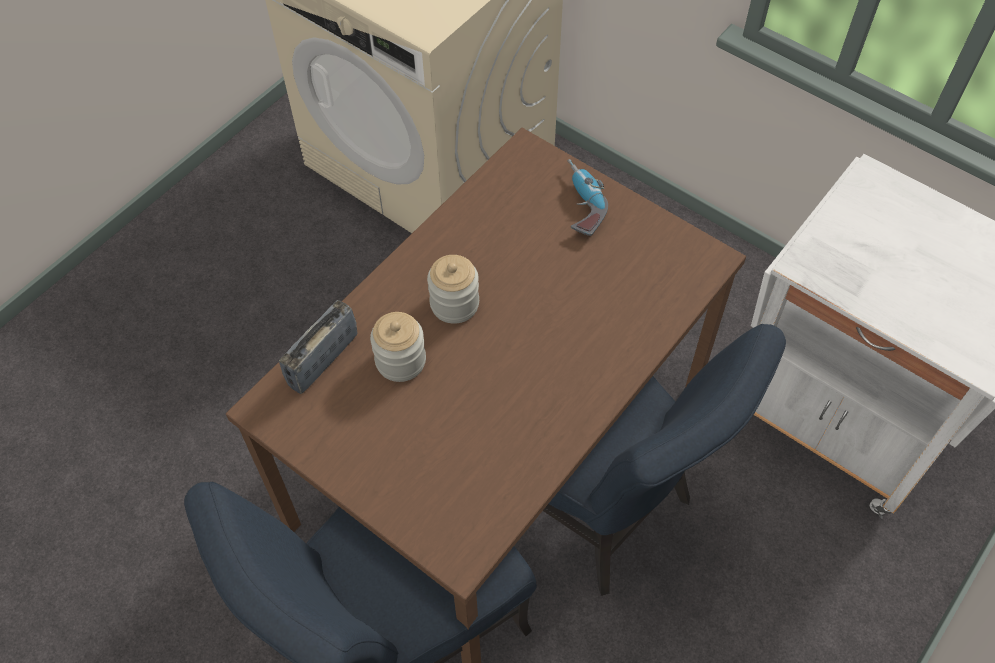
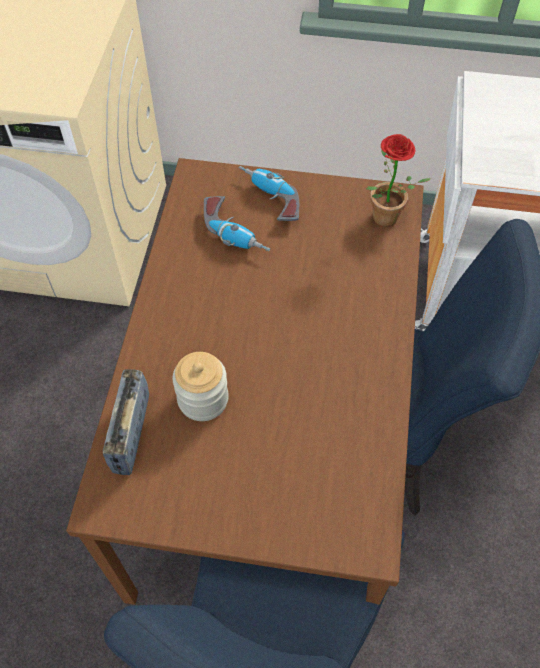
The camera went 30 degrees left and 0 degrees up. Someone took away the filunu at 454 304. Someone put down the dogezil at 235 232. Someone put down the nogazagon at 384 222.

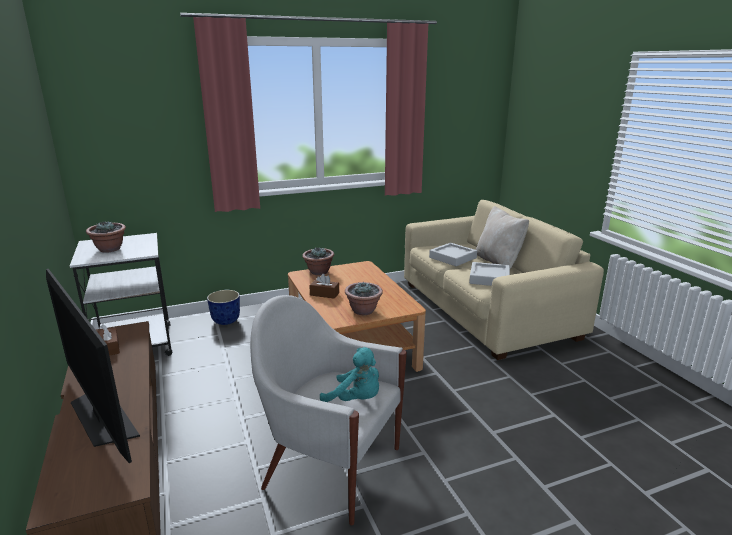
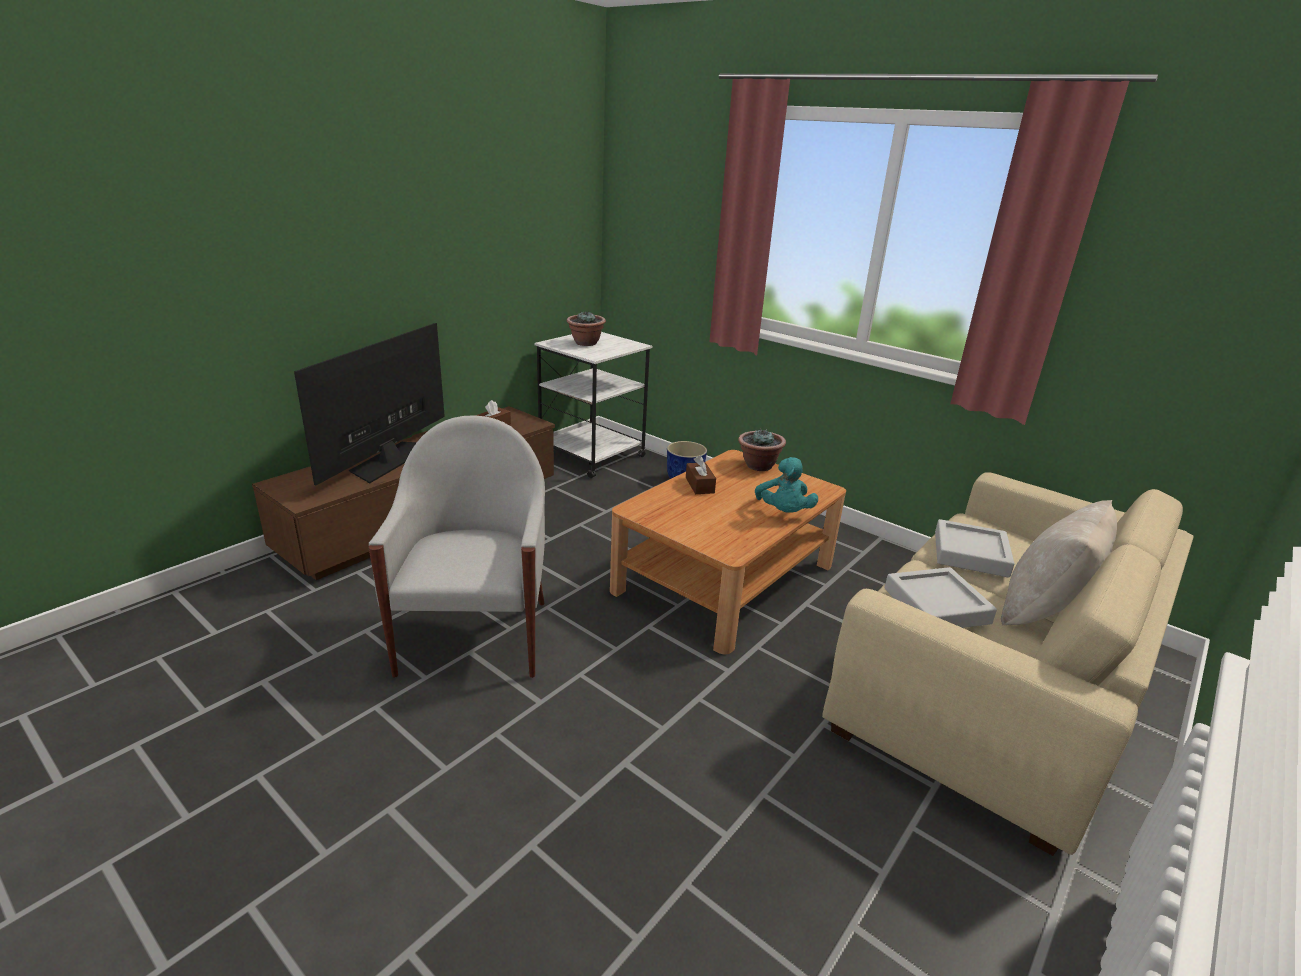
The camera went 60 degrees right and 5 degrees up. Someone carried the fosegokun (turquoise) from 355 399 to 783 513. Someone took away the nogazagon at 363 311.

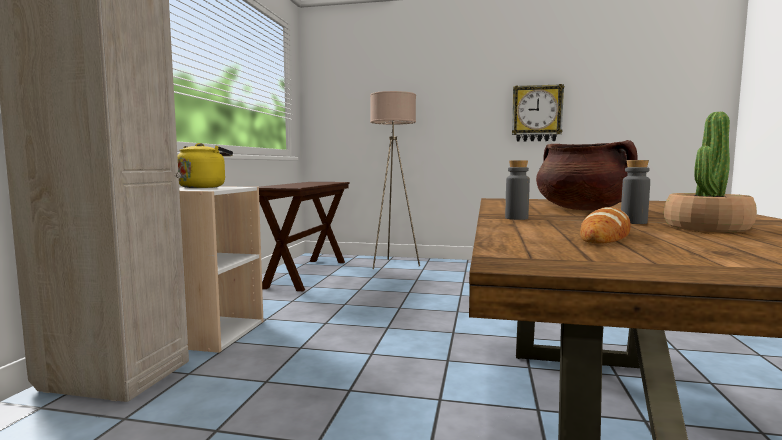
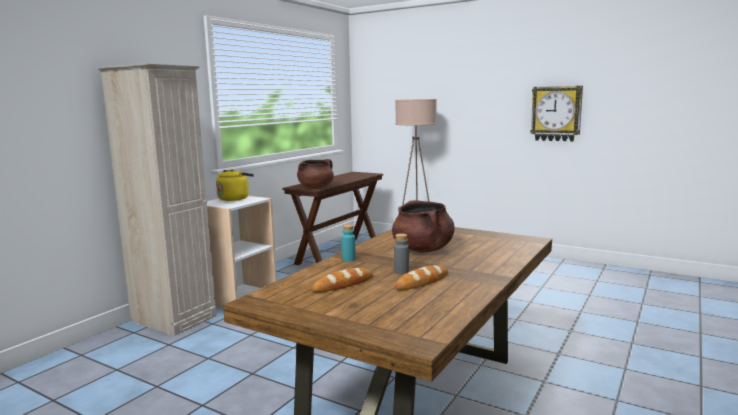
The camera went 20 degrees right and 5 degrees up. Someone repainted the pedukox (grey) at 516 218, which became the pedukox (turquoise) at 348 259. Someone swapped the nogazagon at 706 228 for the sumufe at 422 282. Someone put down the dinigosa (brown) at 316 187.

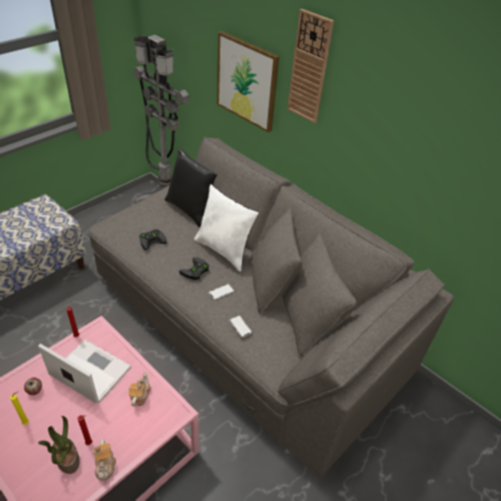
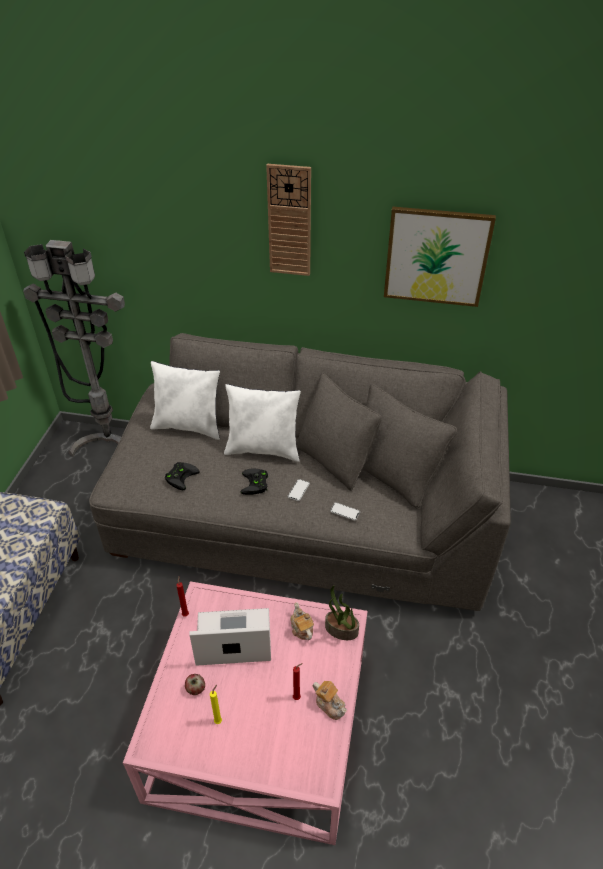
The camera went 30 degrees left and 0 degrees up. Someone carried the nogazagon from 66 458 to 341 630. Someone repainted the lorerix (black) at 190 210, which became the lorerix (white) at 189 426. Someone carried the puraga from 247 81 to 436 256.

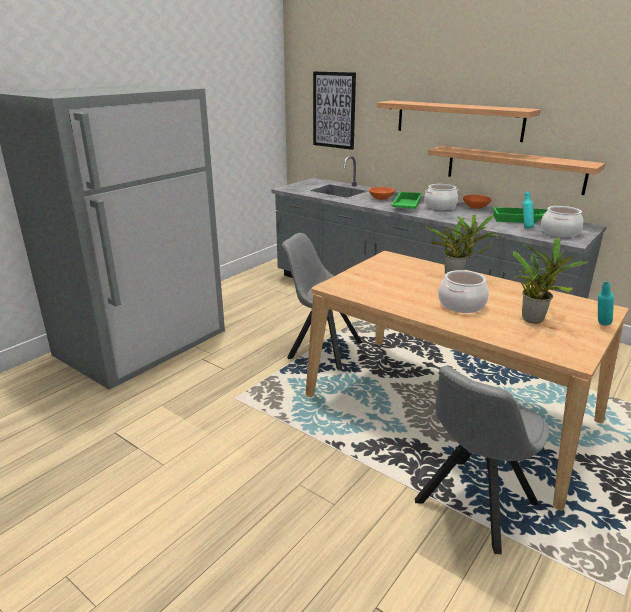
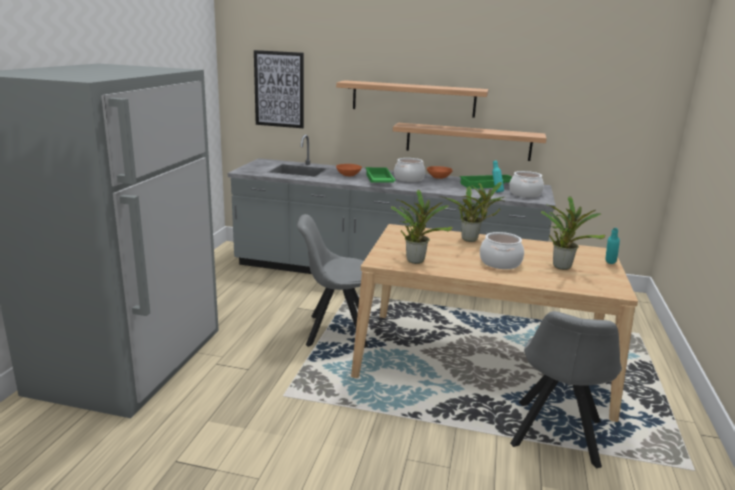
The camera went 25 degrees left and 5 degrees down. Someone put down the nogazagon at 415 260.

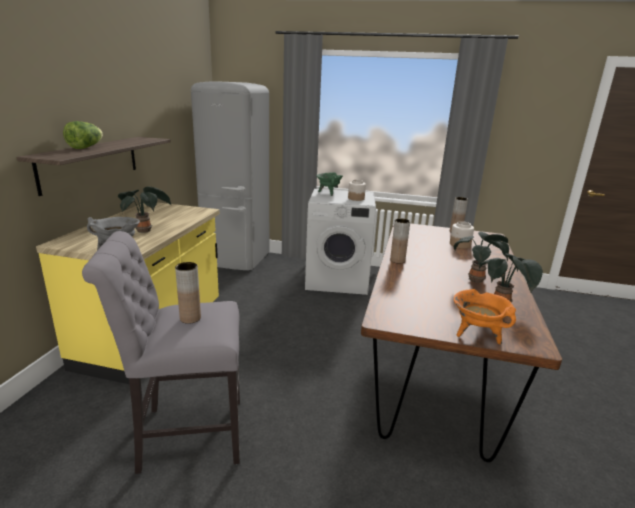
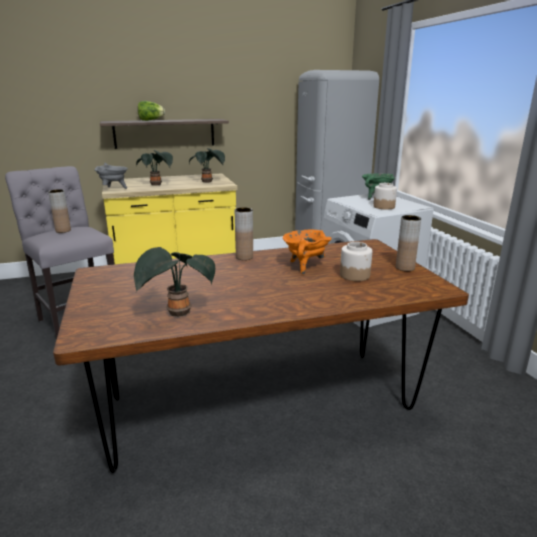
The camera went 60 degrees right and 0 degrees up. Someone carried the nogazagon from 477 279 to 208 182. Someone carried the dinigosa (orange) from 477 334 to 305 267.

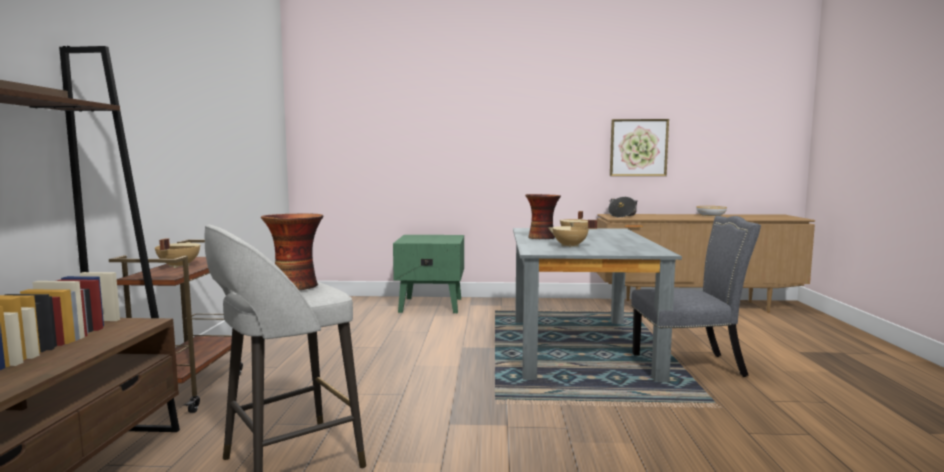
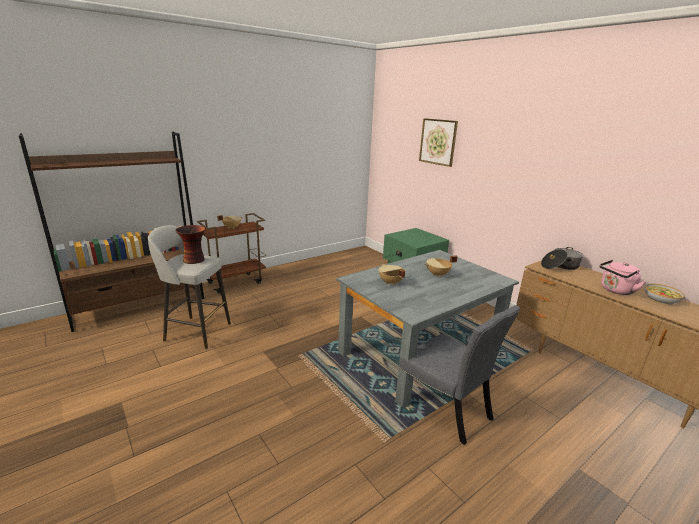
The camera went 50 degrees right and 15 degrees up. Someone took away the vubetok at 542 238. Someone carried the puraga from 638 147 to 438 142. Someone put down the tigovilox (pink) at 615 290.

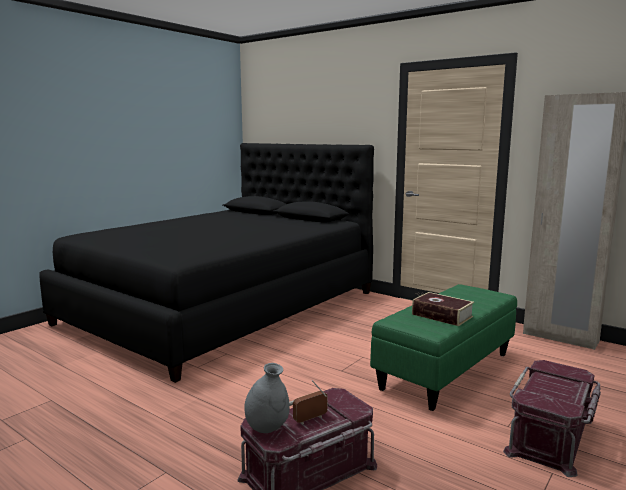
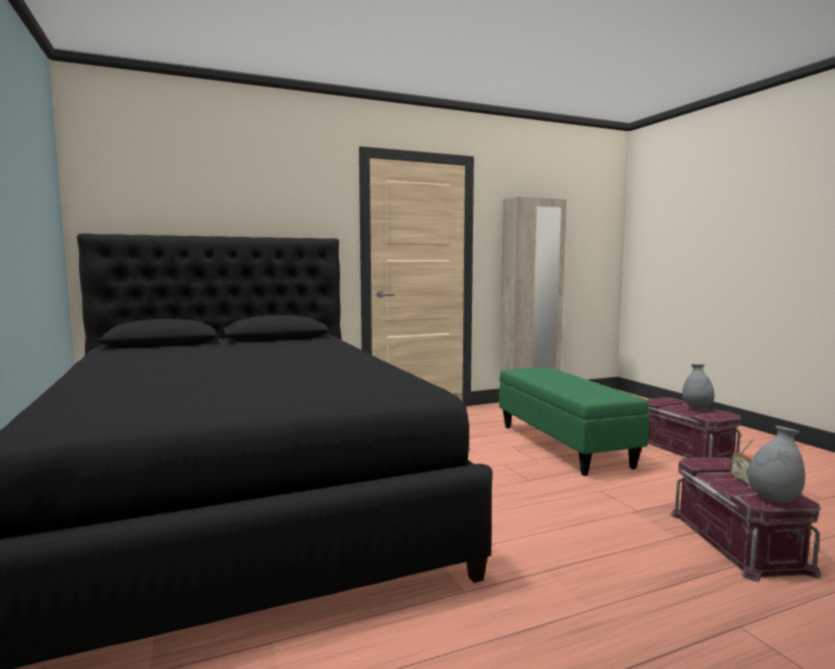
The camera went 60 degrees left and 5 degrees down. Someone took away the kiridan at 442 315. Someone put down the vubetok (grey) at 697 408.

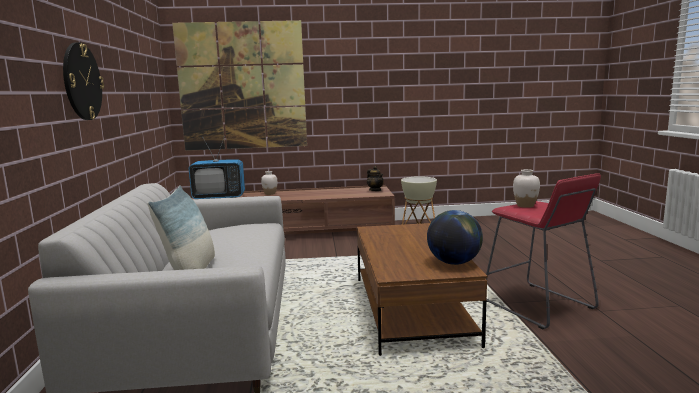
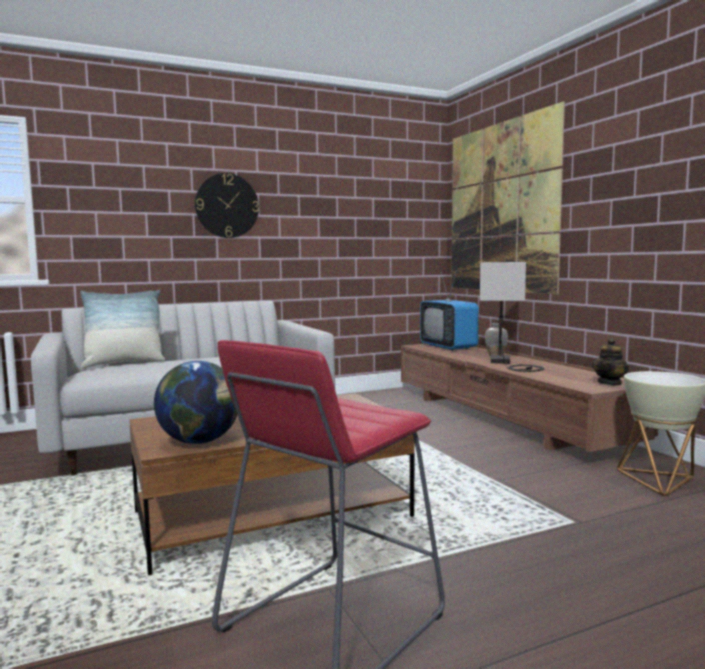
The camera went 70 degrees right and 5 degrees down. Someone took away the vubetok (white) at 525 205. Someone put down the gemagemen at 509 364.

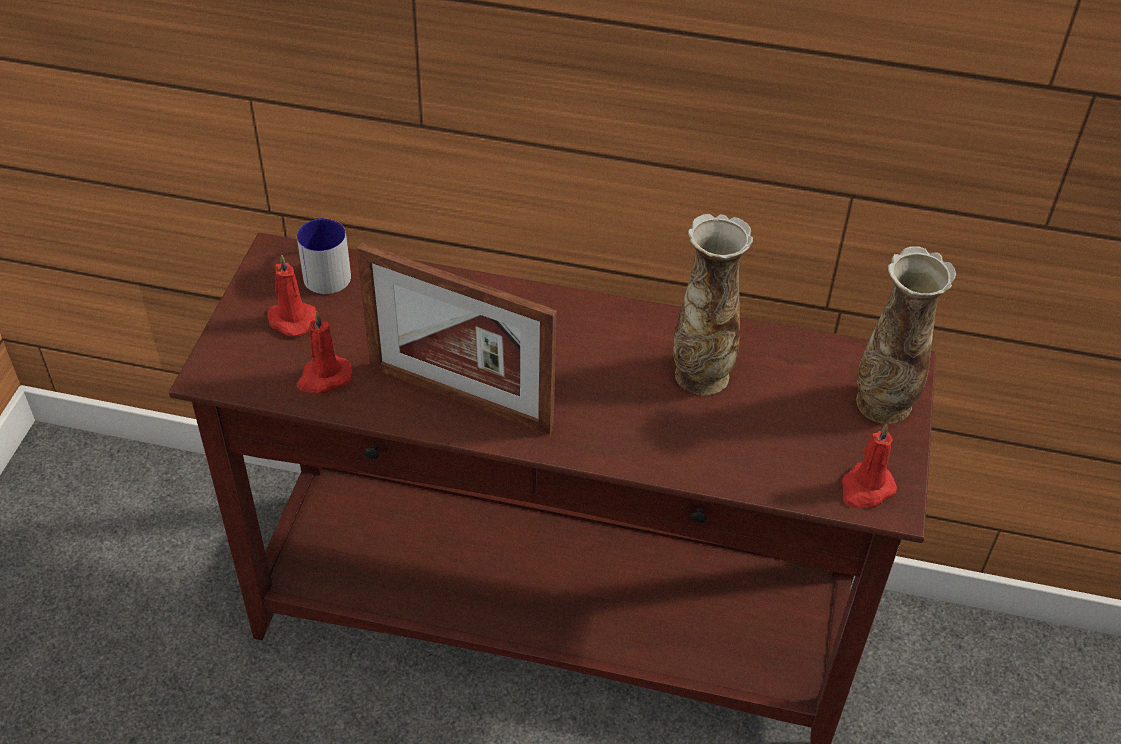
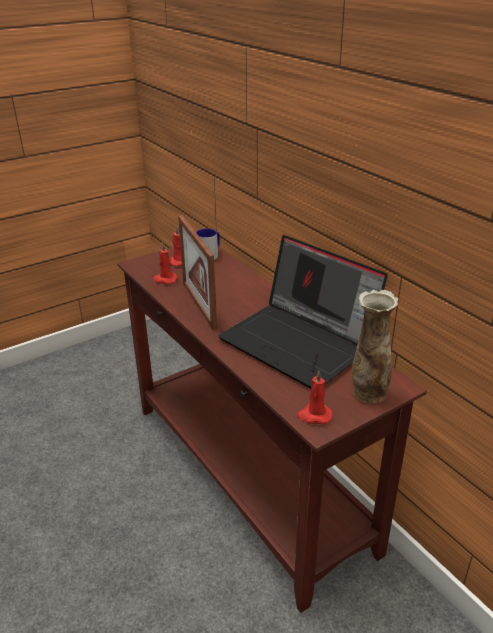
The camera went 45 degrees right and 15 degrees down. Someone swapped the vubetok at 701 373 for the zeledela at 300 343.

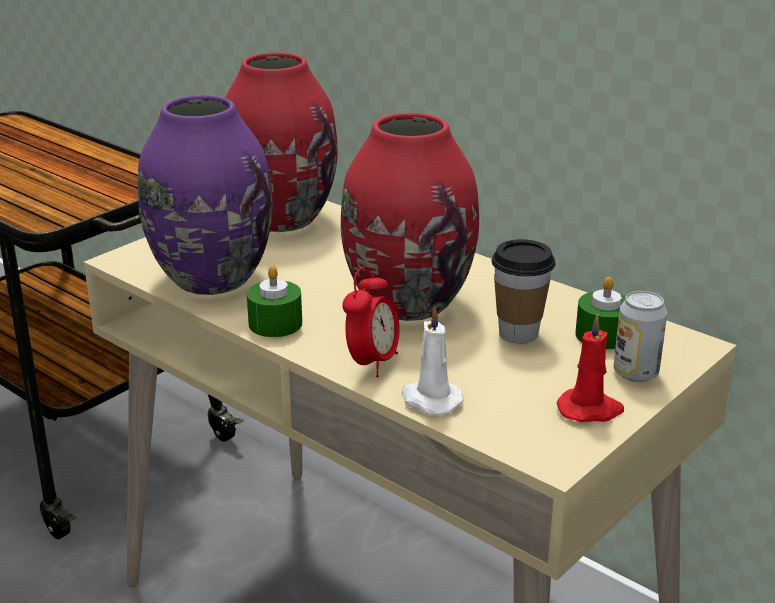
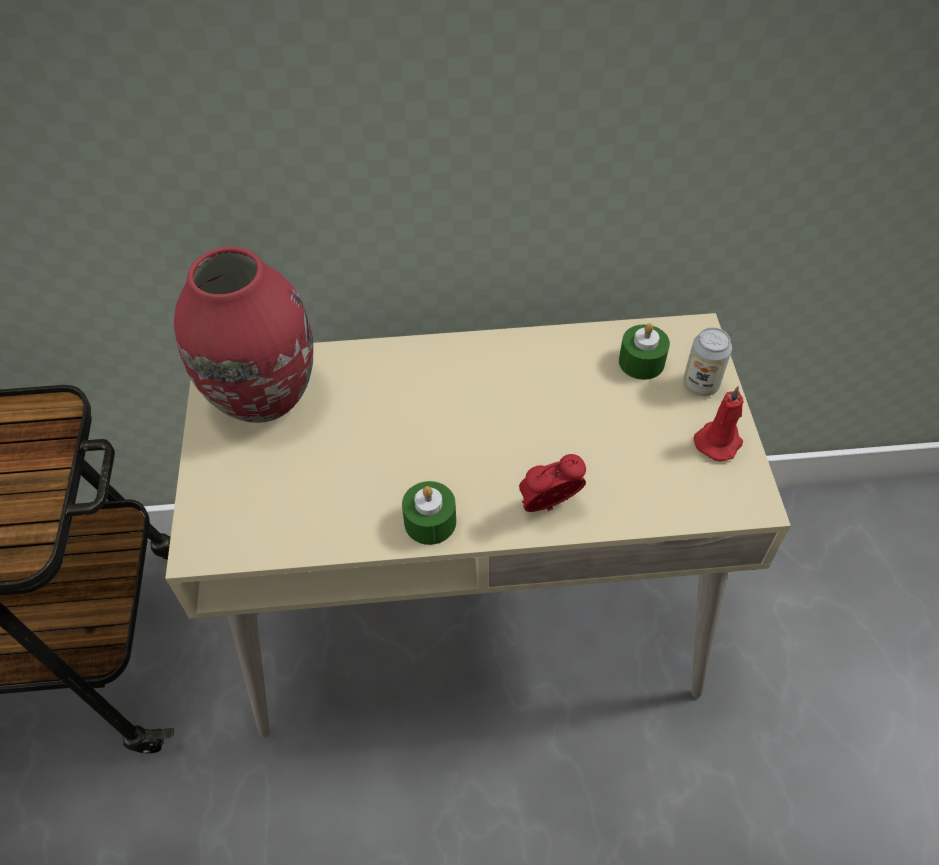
The camera went 45 degrees left and 25 degrees up. Someone took away the vubetok (purple) at 211 278. Someone took away the vubetok (red) at 408 302. Someone rotated the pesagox at 372 363 by 90 degrees counterclockwise. Someone took away the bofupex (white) at 430 400. Someone took away the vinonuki at 518 334.

